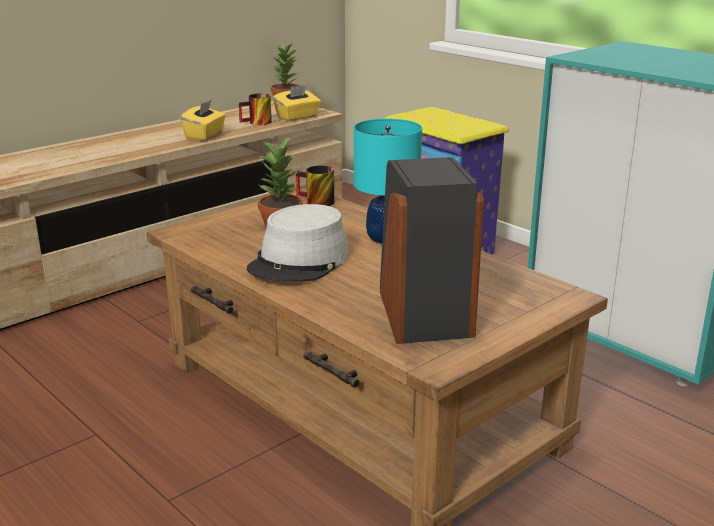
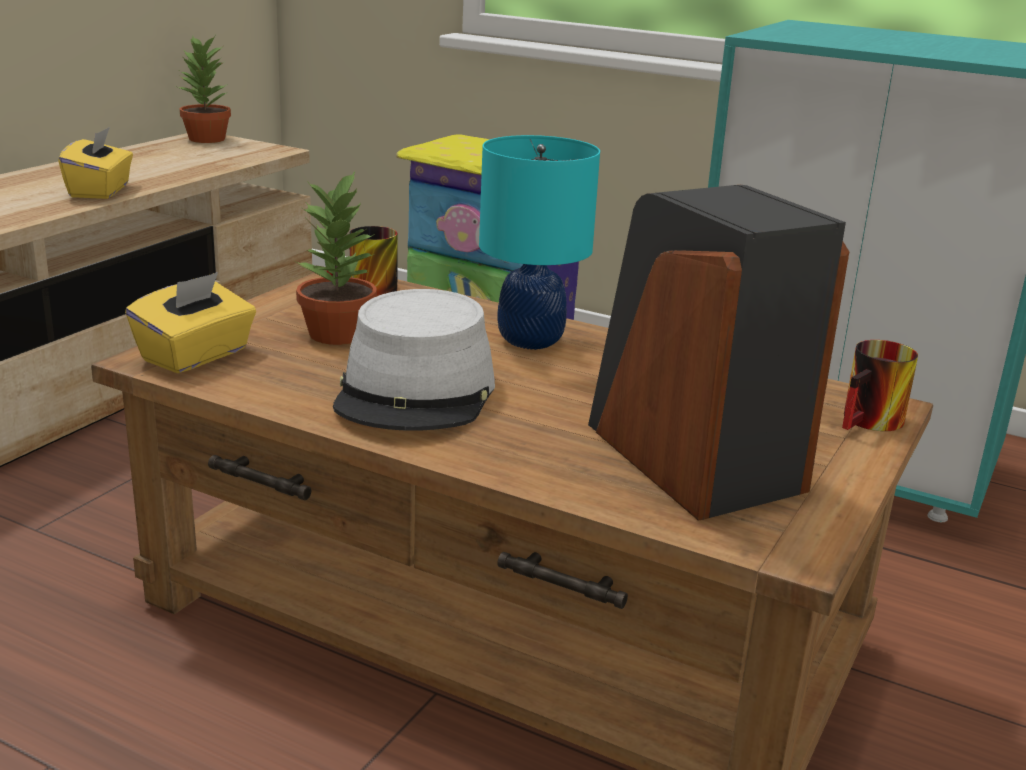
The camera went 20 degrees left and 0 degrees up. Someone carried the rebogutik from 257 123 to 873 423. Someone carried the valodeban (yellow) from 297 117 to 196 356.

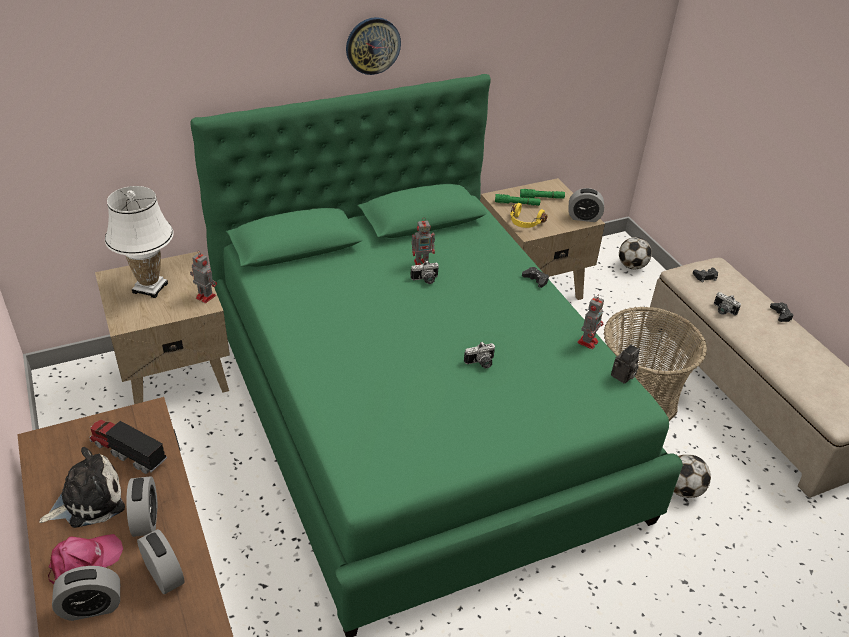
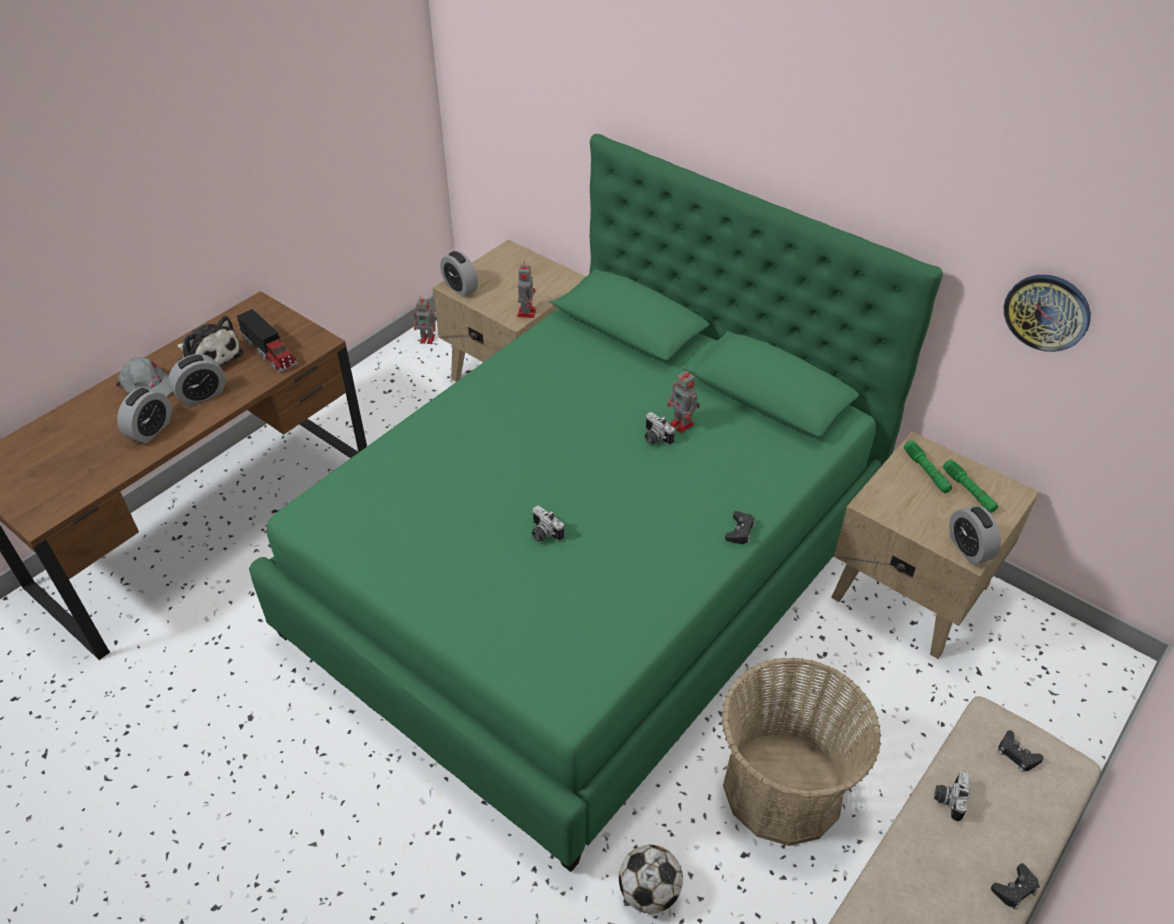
The camera went 65 degrees right and 5 degrees up. Someone repainted the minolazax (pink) at 84 562, which became the minolazax (grey) at 148 384. Someone carried the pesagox from 92 607 to 460 288. Someone rotated the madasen at 127 452 by 135 degrees clockwise. Someone took away the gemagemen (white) at 150 288. Someone carried the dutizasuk from 372 45 to 1047 312. Someone took away the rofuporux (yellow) at 525 223. Someone carried the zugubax from 588 341 to 428 339. Someone took away the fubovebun at 623 377. Someone took away the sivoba at 631 266.

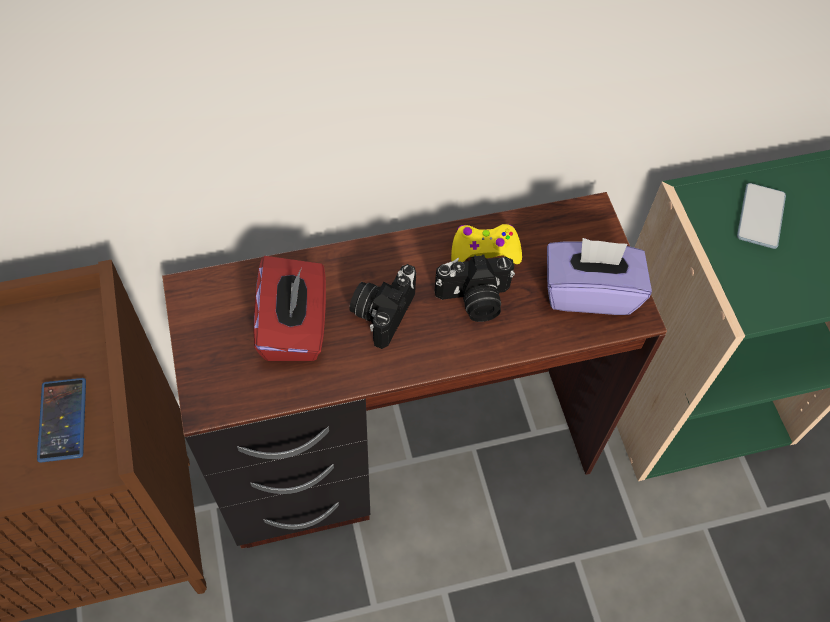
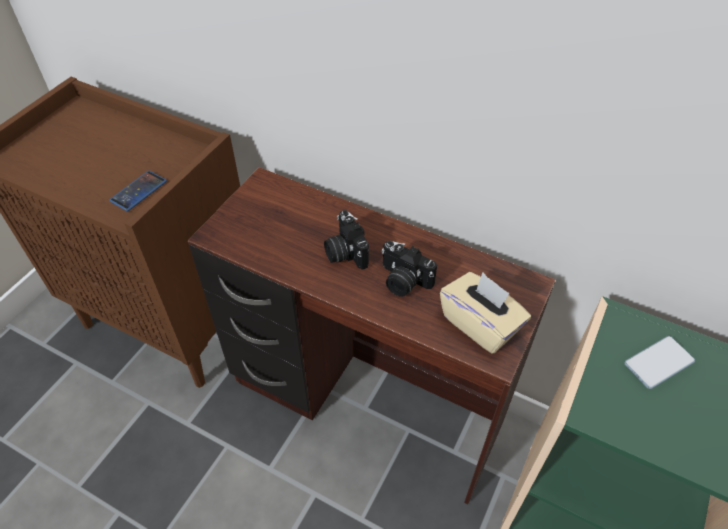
The camera went 45 degrees right and 10 degrees down. Someone took away the valodeban (red) at 294 326. Someone rotated the fubovebun at 382 312 by 90 degrees counterclockwise. Someone took away the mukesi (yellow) at 484 250. Someone repainted the valodeban (purple) at 589 292, which became the valodeban (beige) at 480 324.

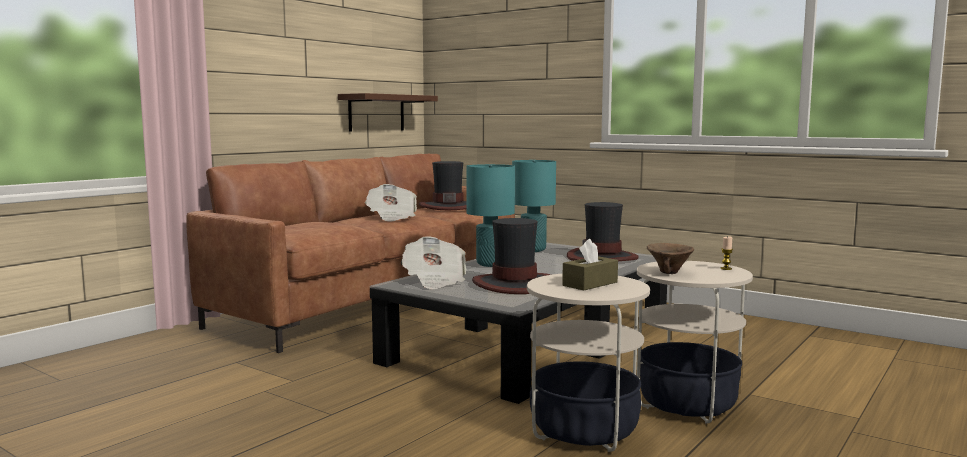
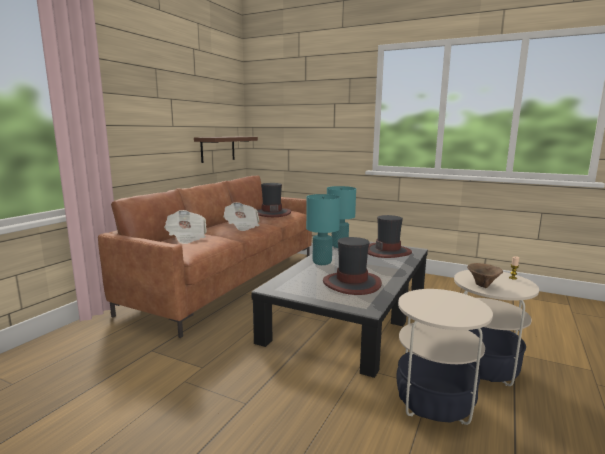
The camera went 10 degrees left and 5 degrees up. Someone carried the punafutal from 434 281 to 186 238. Someone took away the valodeban (brown) at 590 284.

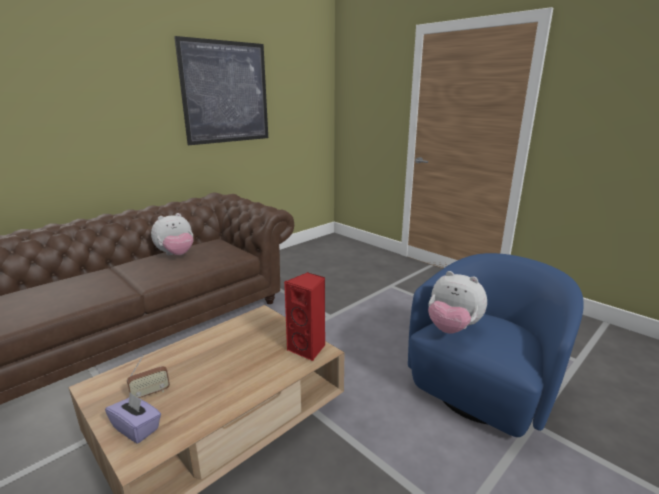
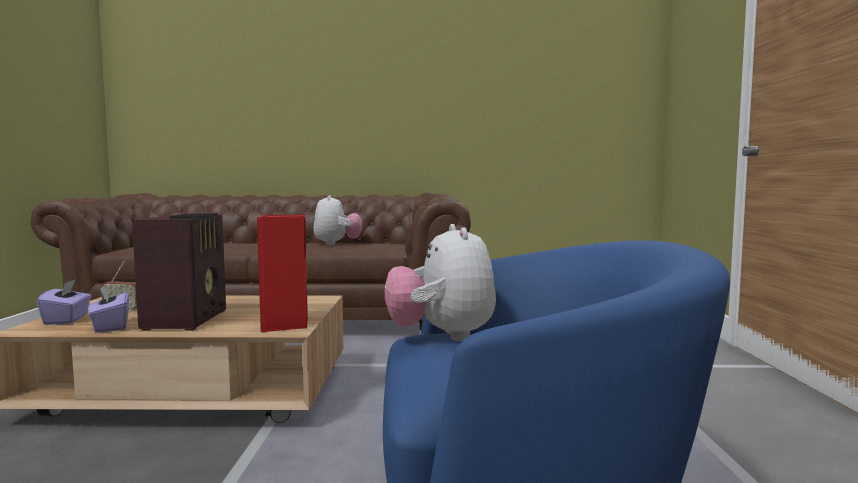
The camera went 45 degrees right and 15 degrees down. Someone rotated the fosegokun at 176 255 by 105 degrees counterclockwise. Someone took away the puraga at 226 93. Someone put down the valodeban (purple) at 110 327. Someone put down the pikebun at 188 319.

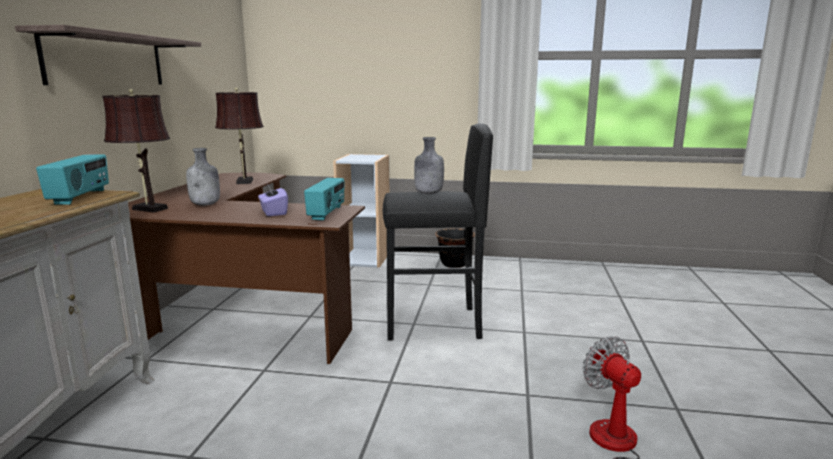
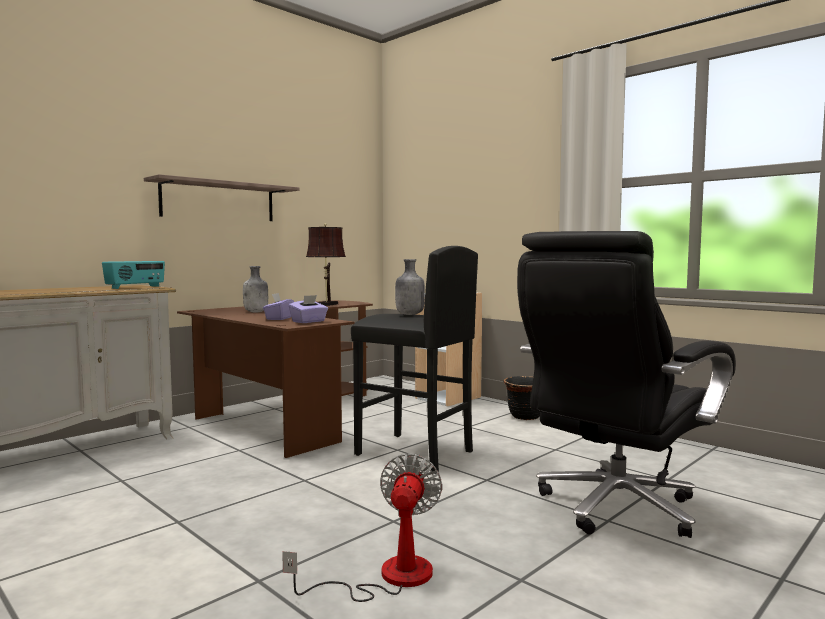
The camera went 35 degrees right and 10 degrees down. Someone took away the gemagemen (brown) at 147 208. Someone swapped the pikebun at 327 213 for the valodeban (purple) at 309 321. Someone put down the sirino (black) at 613 510.

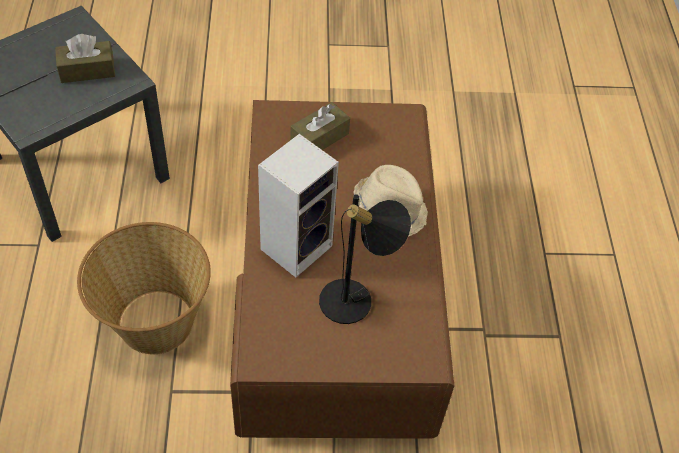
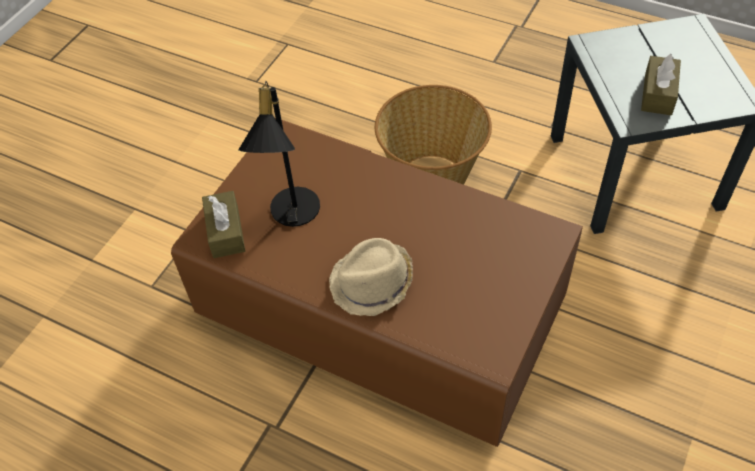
The camera went 125 degrees right and 0 degrees up. Someone took away the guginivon at 297 245. Someone carried the valodeban (brown) from 319 138 to 225 232.

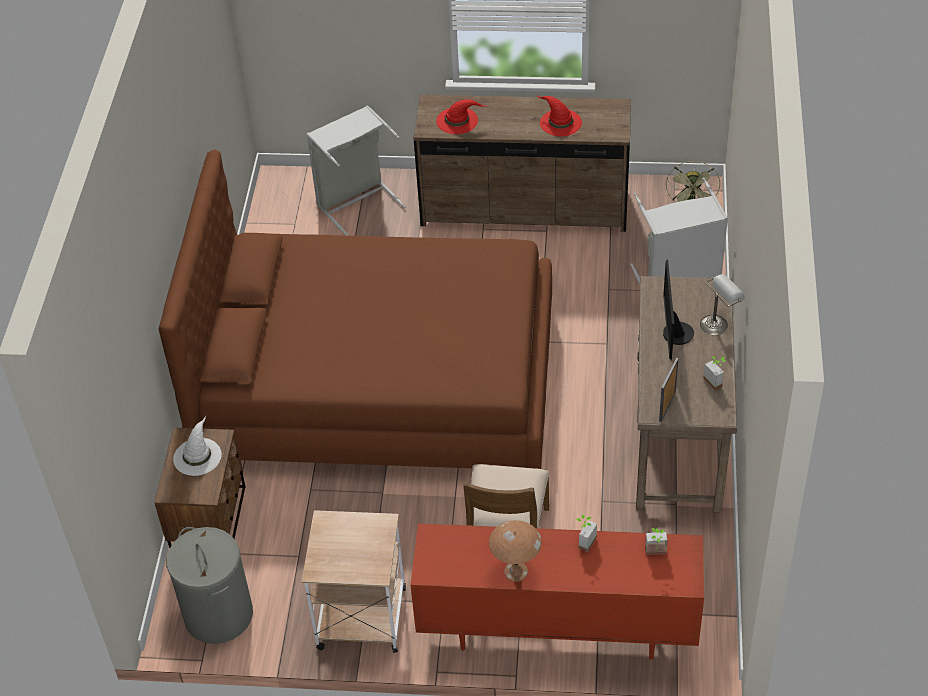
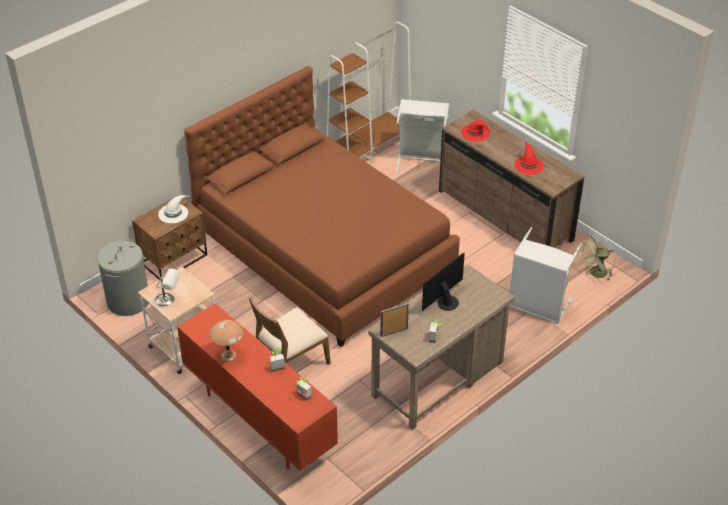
The camera went 40 degrees right and 5 degrees down. Someone carried the gemagemen (white) from 718 321 to 168 300. Someone put down the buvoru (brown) at 369 148.

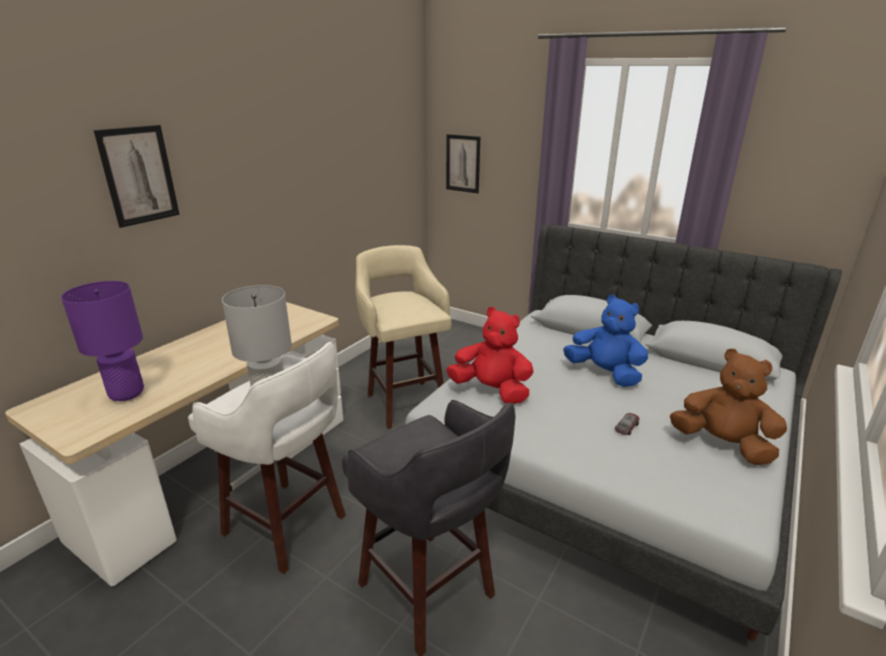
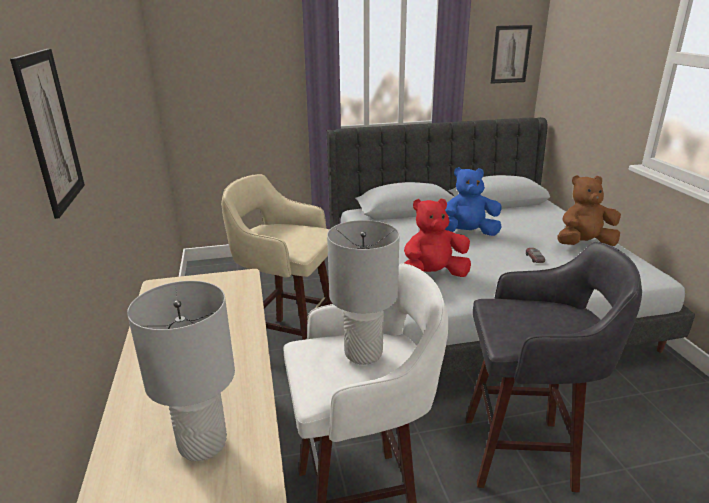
The camera went 45 degrees left and 0 degrees up. Someone repainted the gemagemen (purple) at 128 395, which became the gemagemen (grey) at 204 446. Someone carried the puraga from 463 163 to 510 54.

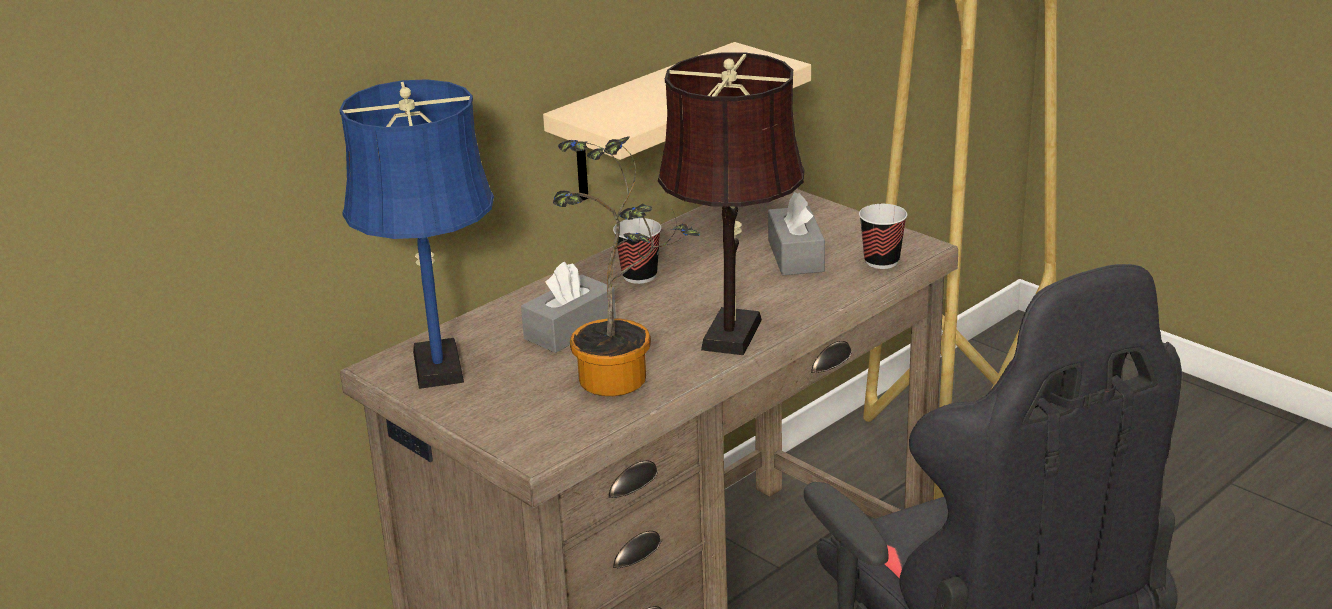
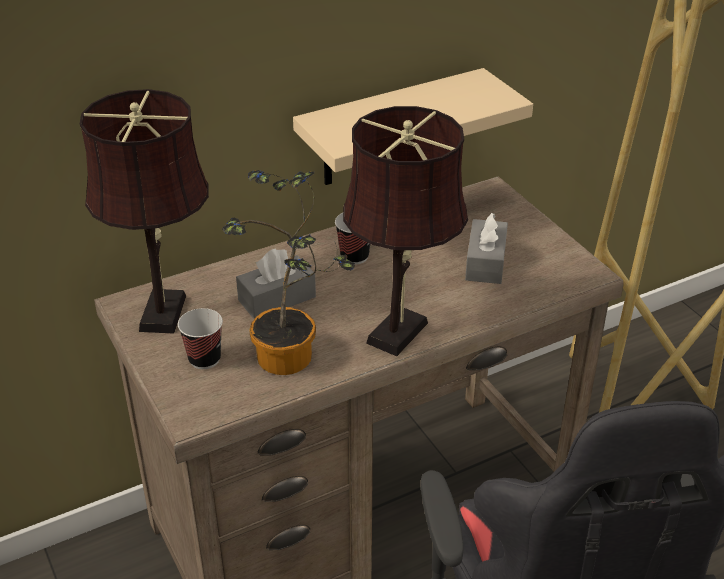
The camera went 15 degrees right and 10 degrees up. Someone repainted the gemagemen (blue) at 437 362, which became the gemagemen (brown) at 164 309. Someone carried the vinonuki from 881 261 to 204 359.

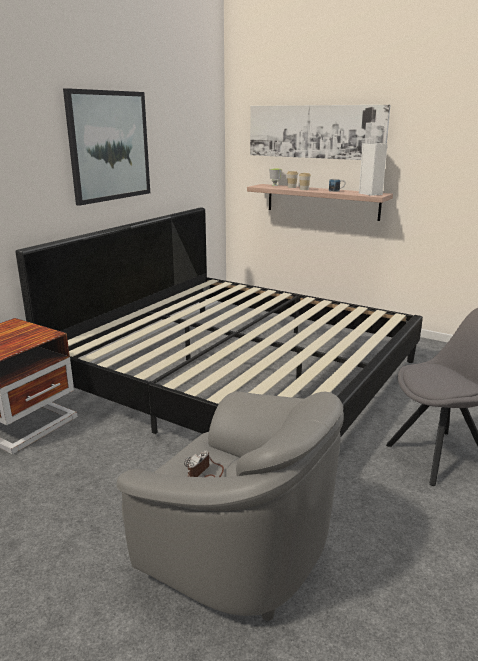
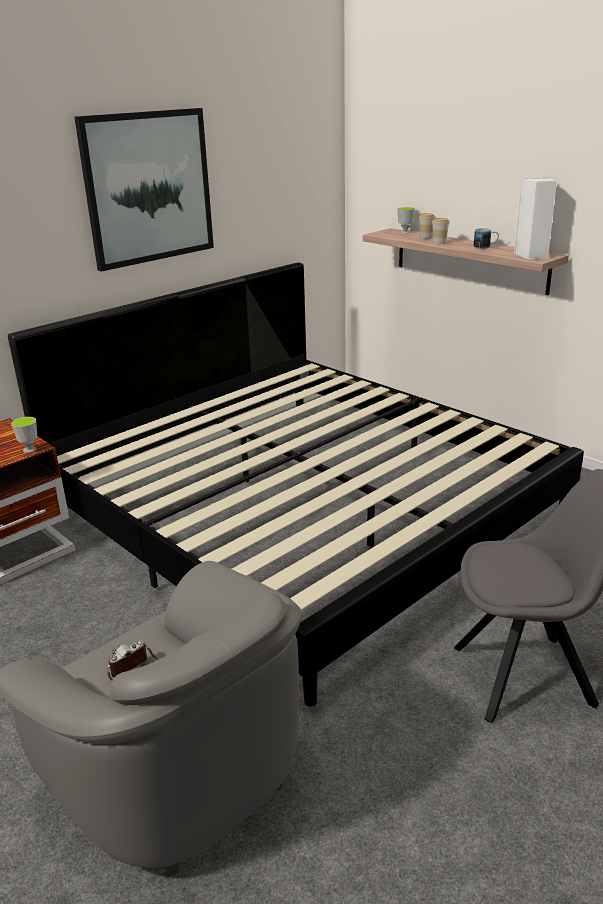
The camera went 15 degrees right and 5 degrees up. Someone took away the puraga at 315 131. Someone put down the vinonuki at 29 450.

